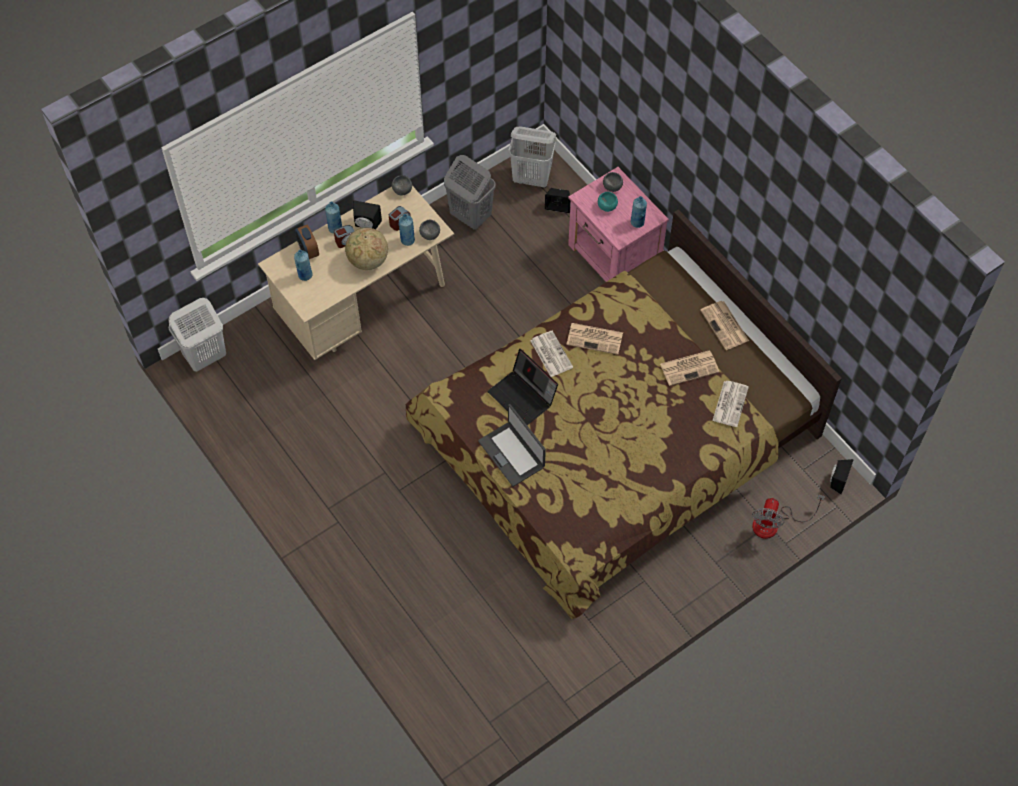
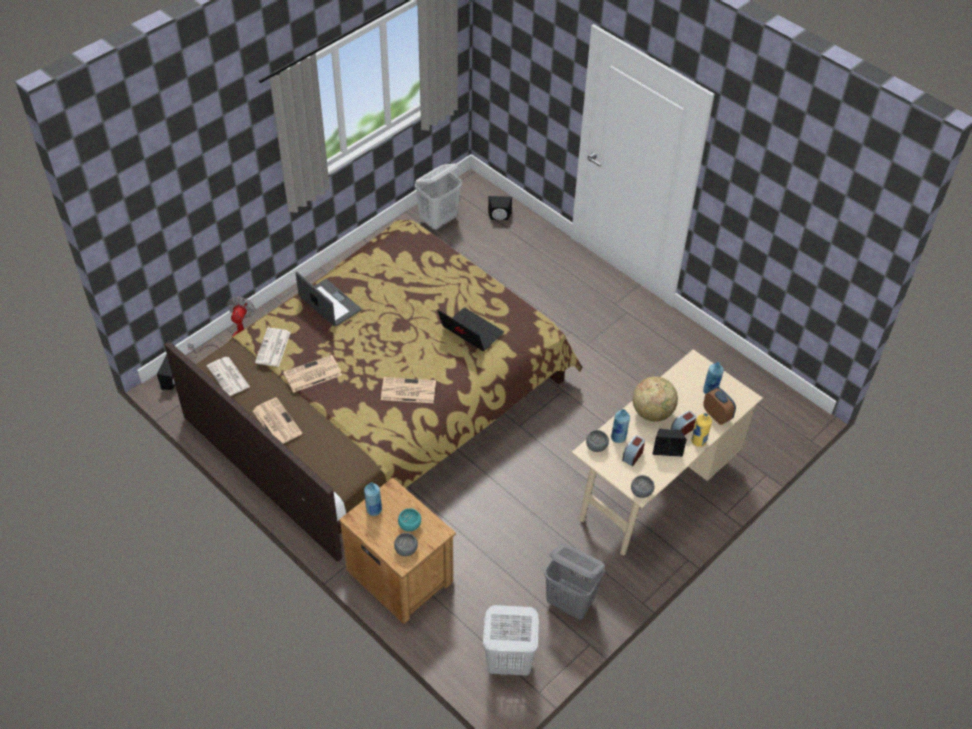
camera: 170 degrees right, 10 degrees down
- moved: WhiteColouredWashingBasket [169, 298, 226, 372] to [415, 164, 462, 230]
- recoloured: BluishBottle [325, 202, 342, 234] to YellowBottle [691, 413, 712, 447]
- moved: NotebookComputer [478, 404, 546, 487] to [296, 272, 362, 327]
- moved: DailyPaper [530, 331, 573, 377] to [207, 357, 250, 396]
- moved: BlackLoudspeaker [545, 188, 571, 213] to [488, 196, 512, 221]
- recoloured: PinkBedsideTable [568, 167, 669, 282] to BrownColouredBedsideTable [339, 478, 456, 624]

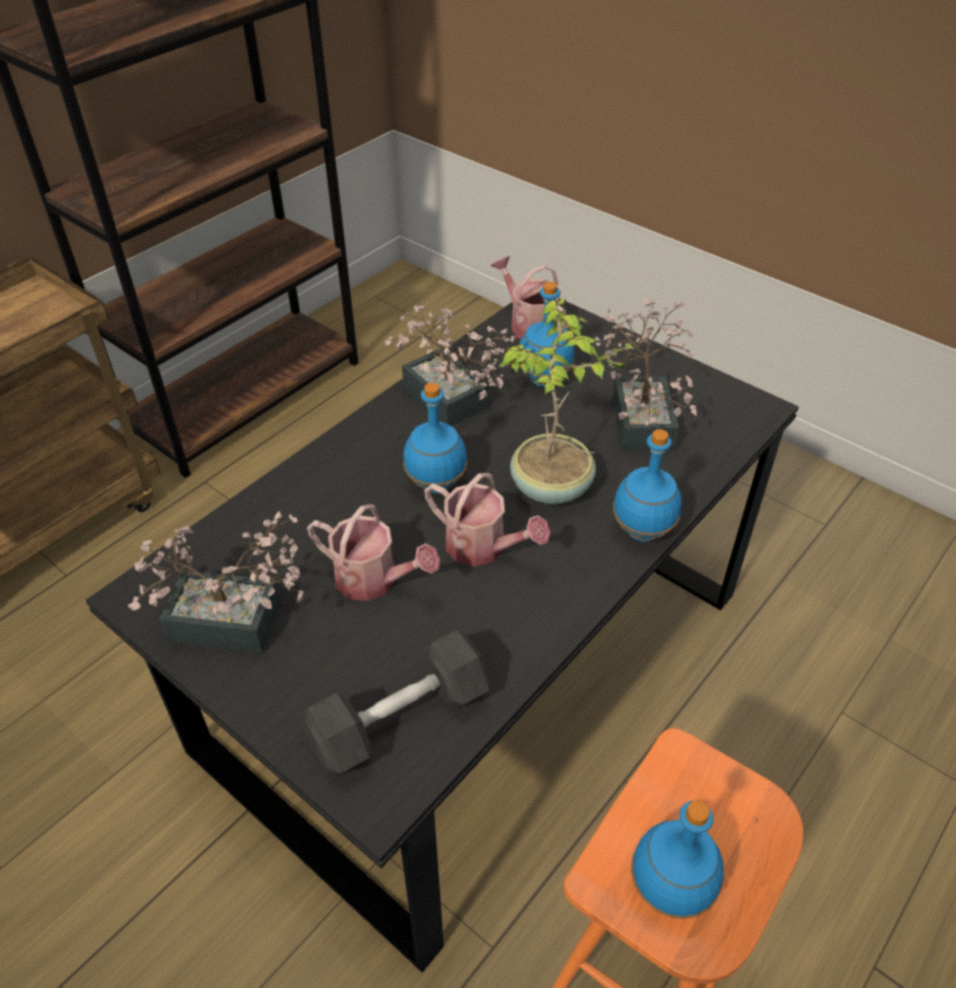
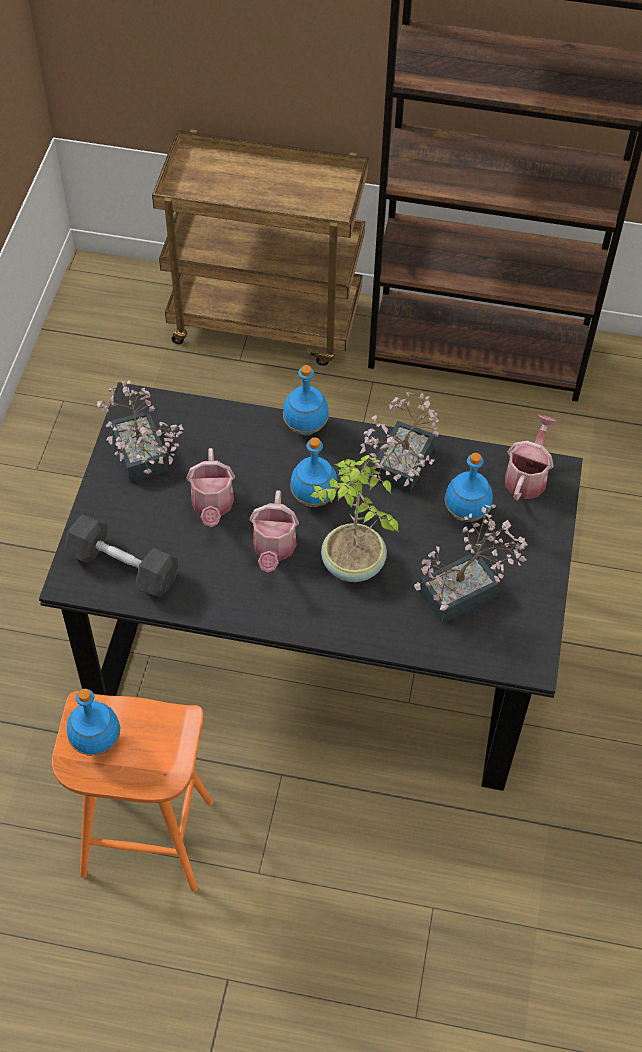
camera: 60 degrees right, 10 degrees up
- moved: BluishBottle [613, 429, 681, 542] to [283, 365, 329, 436]

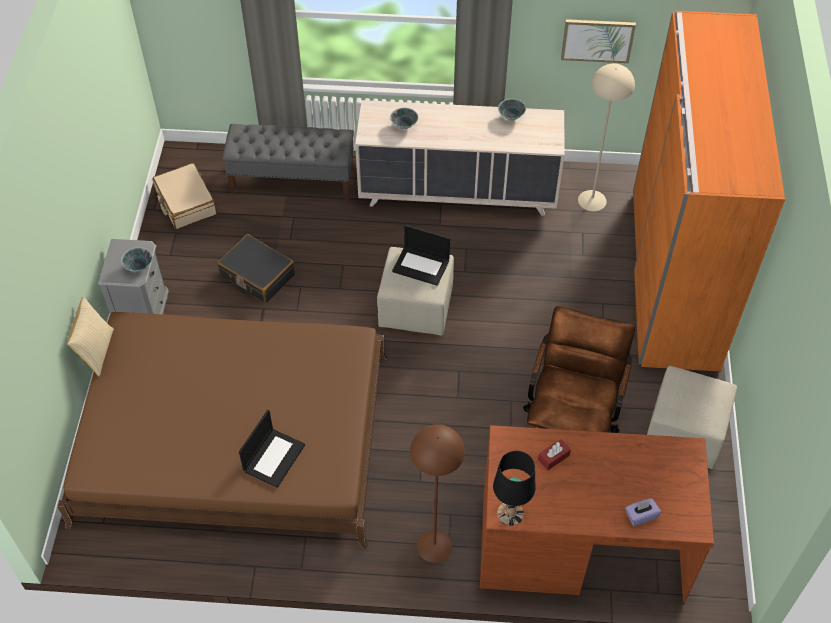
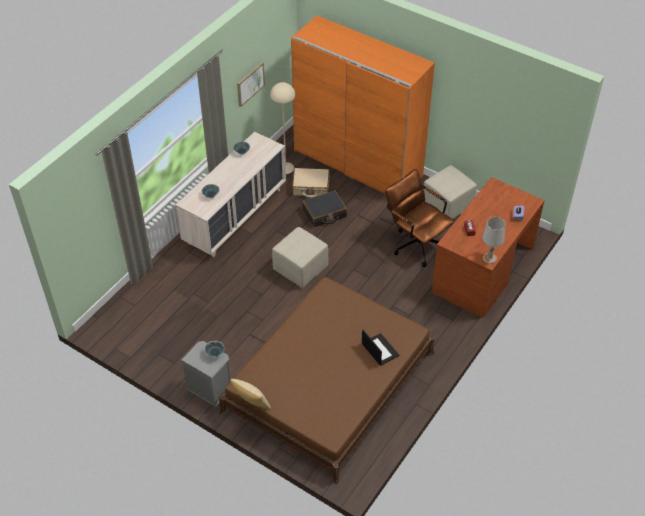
camera: 60 degrees left, 5 degrees down
- moved: SandColouredSuitcase [152, 163, 217, 229] to [292, 168, 330, 198]
- moved: BlackSuitcase [217, 234, 295, 303] to [302, 190, 347, 227]
- removed: GreyIndoorBench [222, 124, 354, 199]
- removed: NotebookComputer [392, 225, 450, 286]
- removed: BrownColouredStandardLamp [410, 424, 465, 563]
- recoloured: BlackTabletopLamp [493, 451, 535, 526] to WhiteColouredTabletopLamp [482, 217, 505, 264]

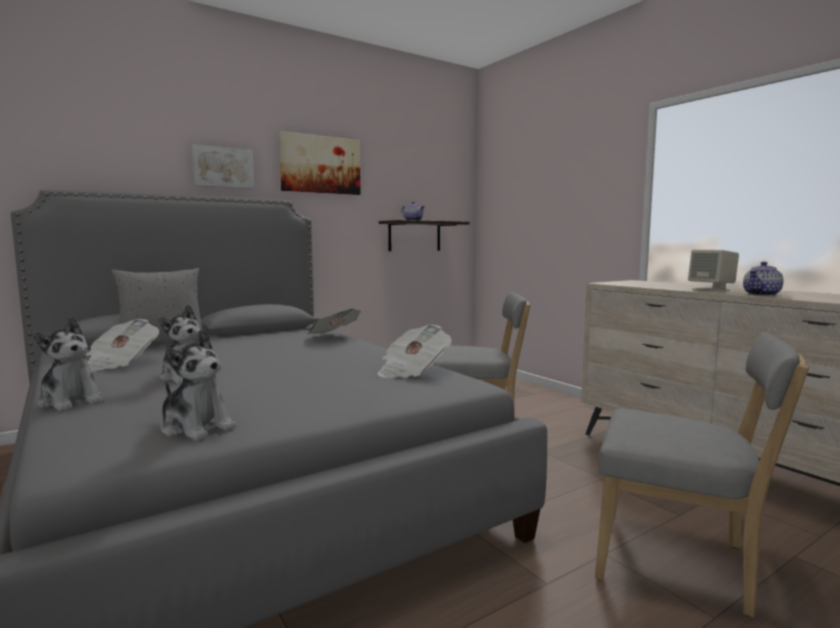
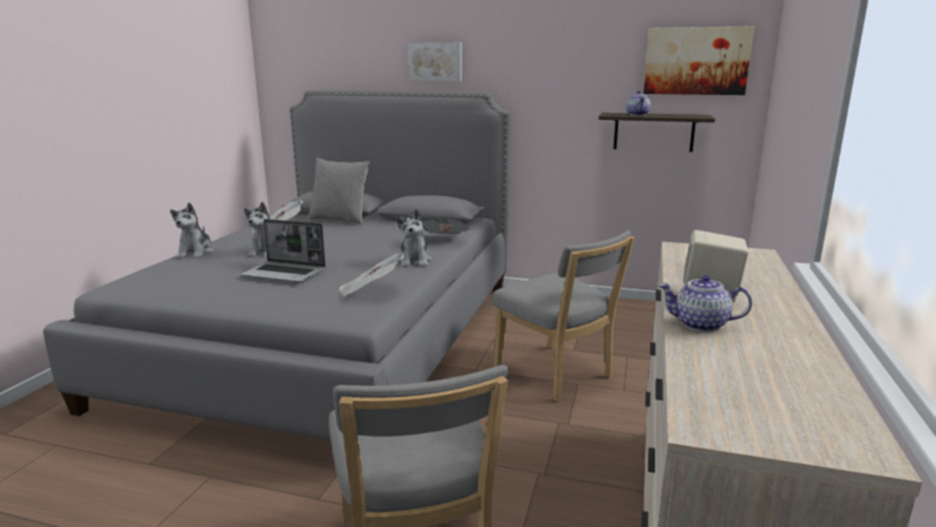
camera: 50 degrees right, 10 degrees up
- moved: CuddlyToy [160, 329, 236, 441] to [395, 209, 432, 267]
- moved: WallPicture [279, 131, 361, 195] to [644, 26, 754, 95]
- added: NotebookComputer [241, 219, 326, 283]

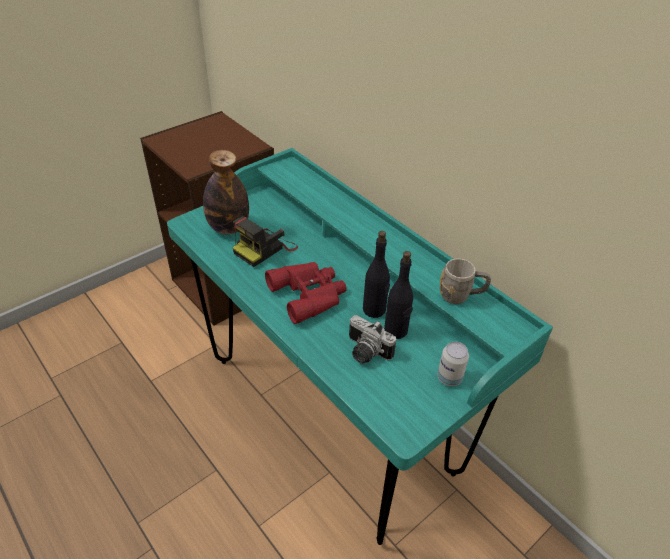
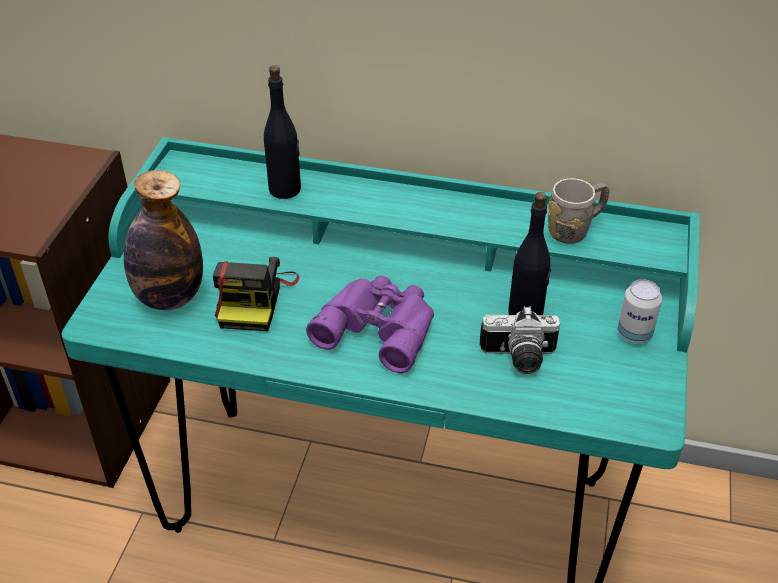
camera: 35 degrees left, 0 degrees up
- recoloured: RedFieldGlasses [265, 262, 347, 324] to PurpleColouredFieldGlasses [306, 276, 434, 373]
- moved: BlackBottle [363, 231, 390, 318] to [264, 65, 301, 199]

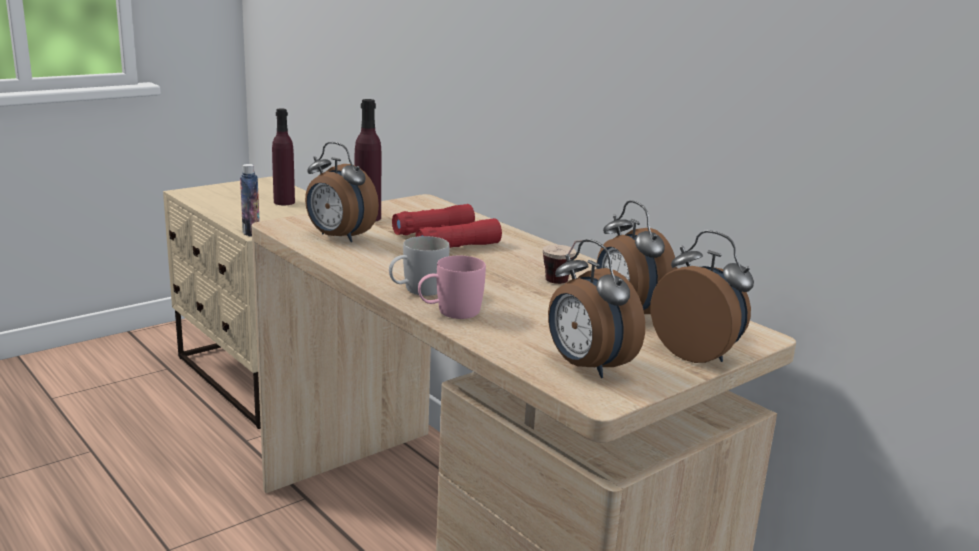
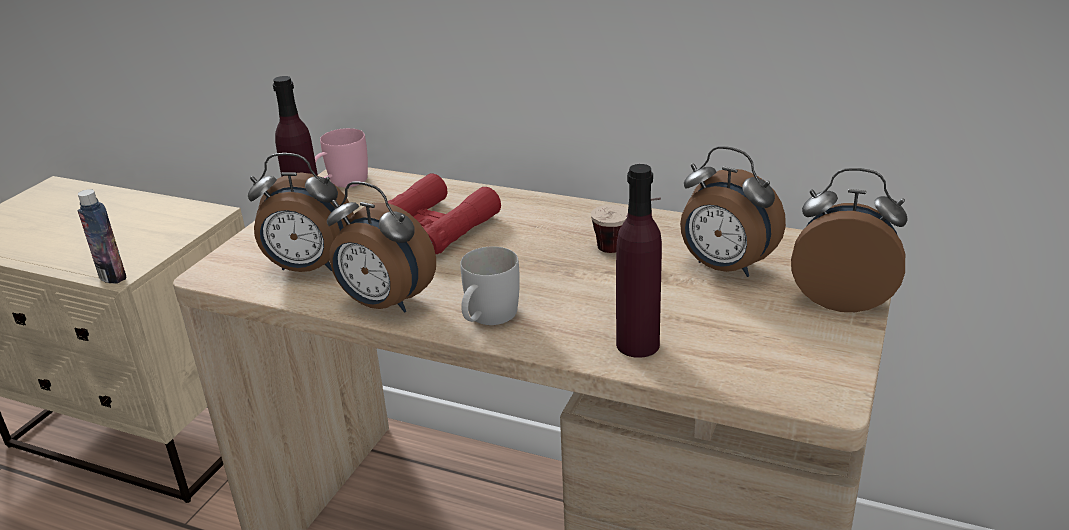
camera: 25 degrees left, 10 degrees up
- moved: PurpleColouredBottle [272, 108, 295, 205] to [616, 164, 662, 358]
- moved: PinkMug [418, 256, 486, 319] to [315, 128, 368, 187]
- moved: BedsideClock [548, 239, 645, 378] to [327, 182, 436, 313]

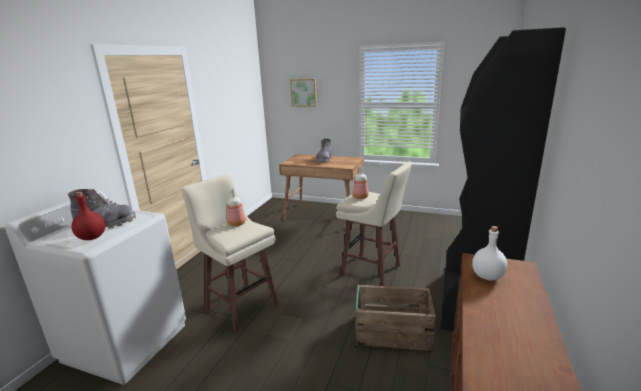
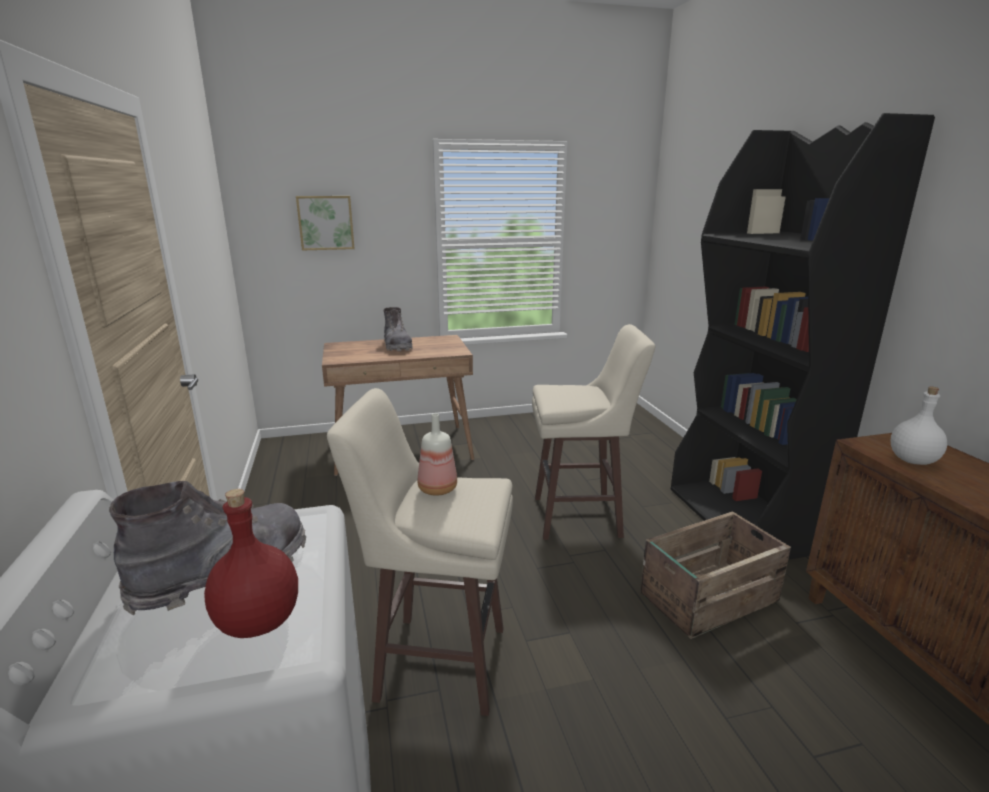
camera: 35 degrees left, 0 degrees up
- removed: Bottle [353, 166, 369, 199]

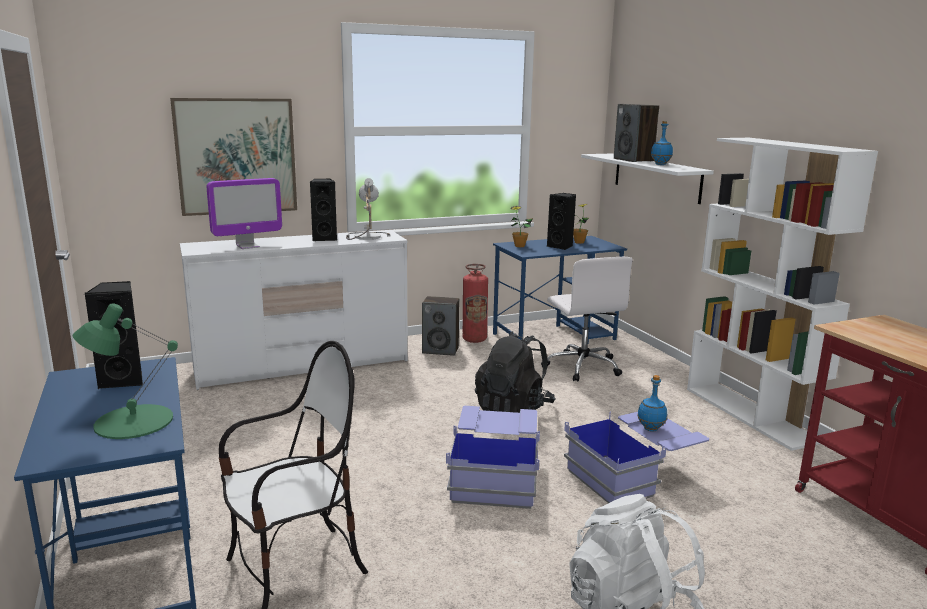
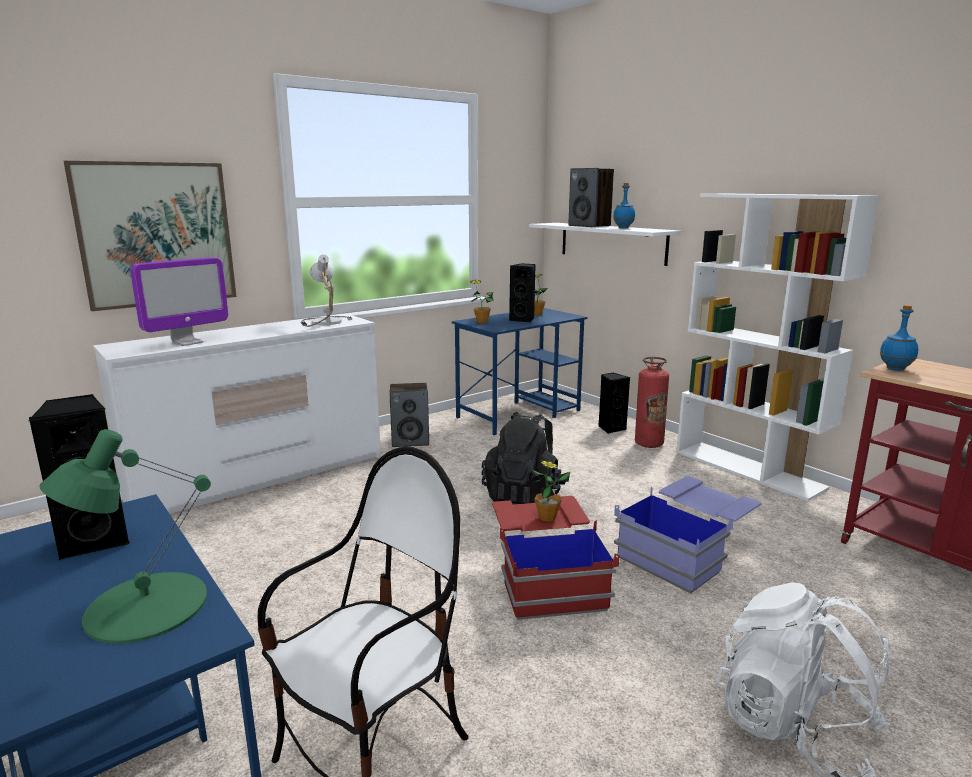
camera: 15 degrees left, 0 degrees up
- moved: BlackLoudspeaker [310, 179, 337, 241] to [598, 373, 630, 433]
- recoloured: BluishStorageBox [446, 406, 540, 509] to RedStorageBox [492, 496, 620, 620]
- moved: FireExtinguisher [463, 264, 488, 343] to [635, 357, 669, 448]
- removed: WhiteColouredOfficeChair [541, 257, 633, 382]
- moved: BluishBottle [637, 375, 667, 431] to [880, 305, 918, 371]
- added: PlantInAPot [533, 460, 570, 522]

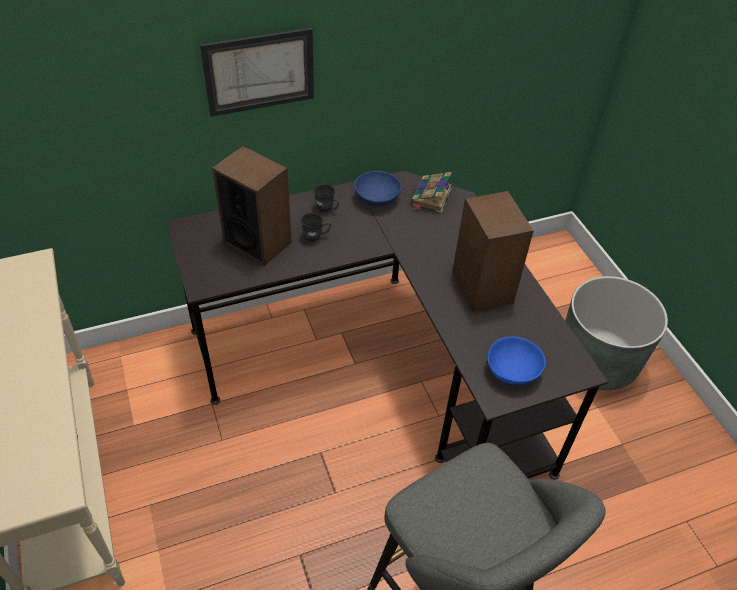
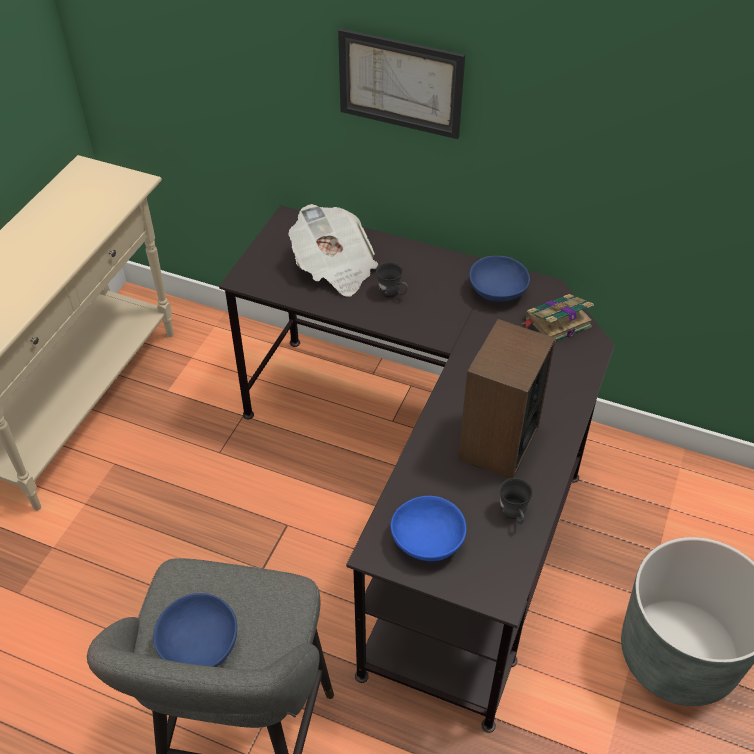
camera: 45 degrees right, 0 degrees up
- replaced: Loudspeaker [212, 146, 292, 266] to DailyPaper [288, 204, 378, 296]
- moved: GreyMug [314, 184, 339, 212] to [500, 478, 533, 524]
- added: BluishServingBowl [153, 593, 237, 667]

